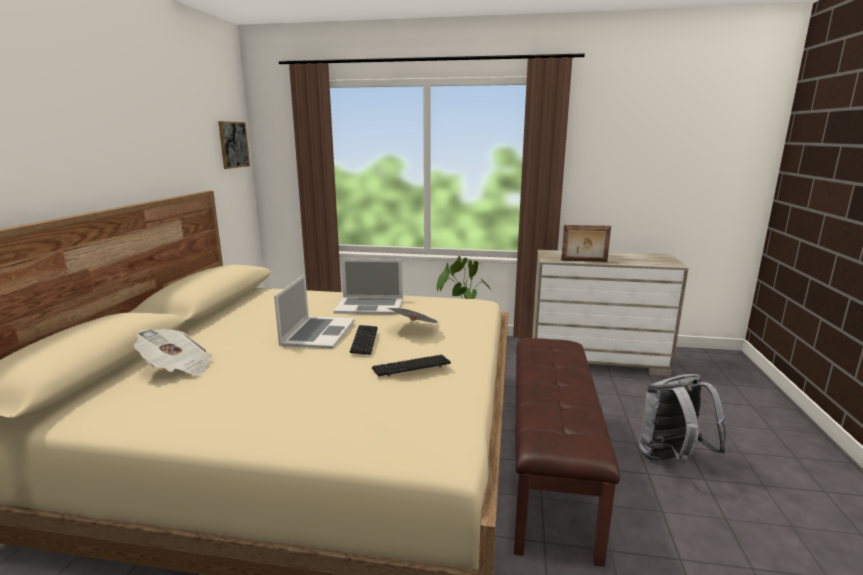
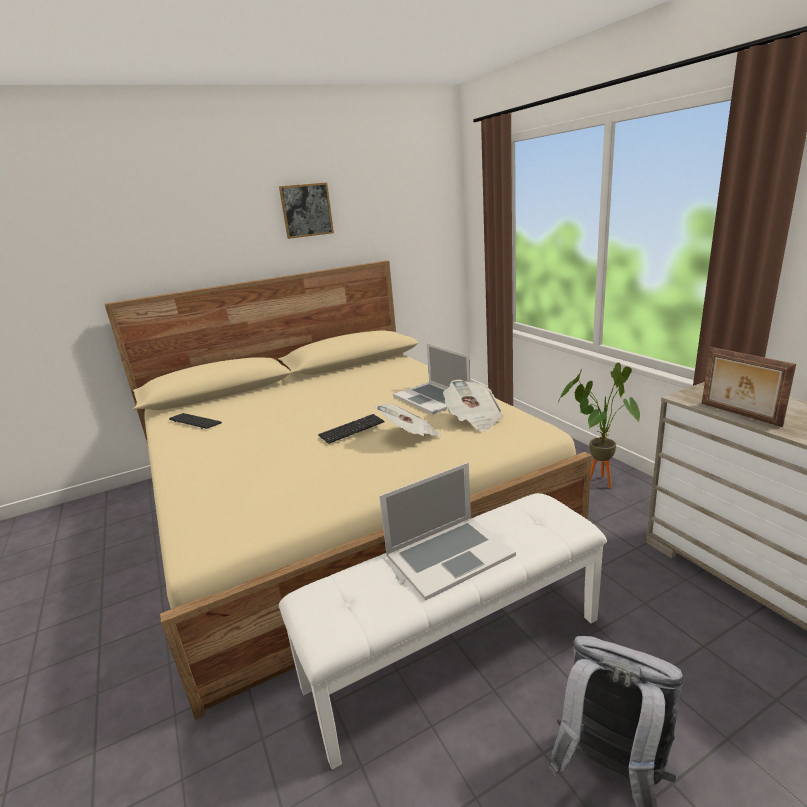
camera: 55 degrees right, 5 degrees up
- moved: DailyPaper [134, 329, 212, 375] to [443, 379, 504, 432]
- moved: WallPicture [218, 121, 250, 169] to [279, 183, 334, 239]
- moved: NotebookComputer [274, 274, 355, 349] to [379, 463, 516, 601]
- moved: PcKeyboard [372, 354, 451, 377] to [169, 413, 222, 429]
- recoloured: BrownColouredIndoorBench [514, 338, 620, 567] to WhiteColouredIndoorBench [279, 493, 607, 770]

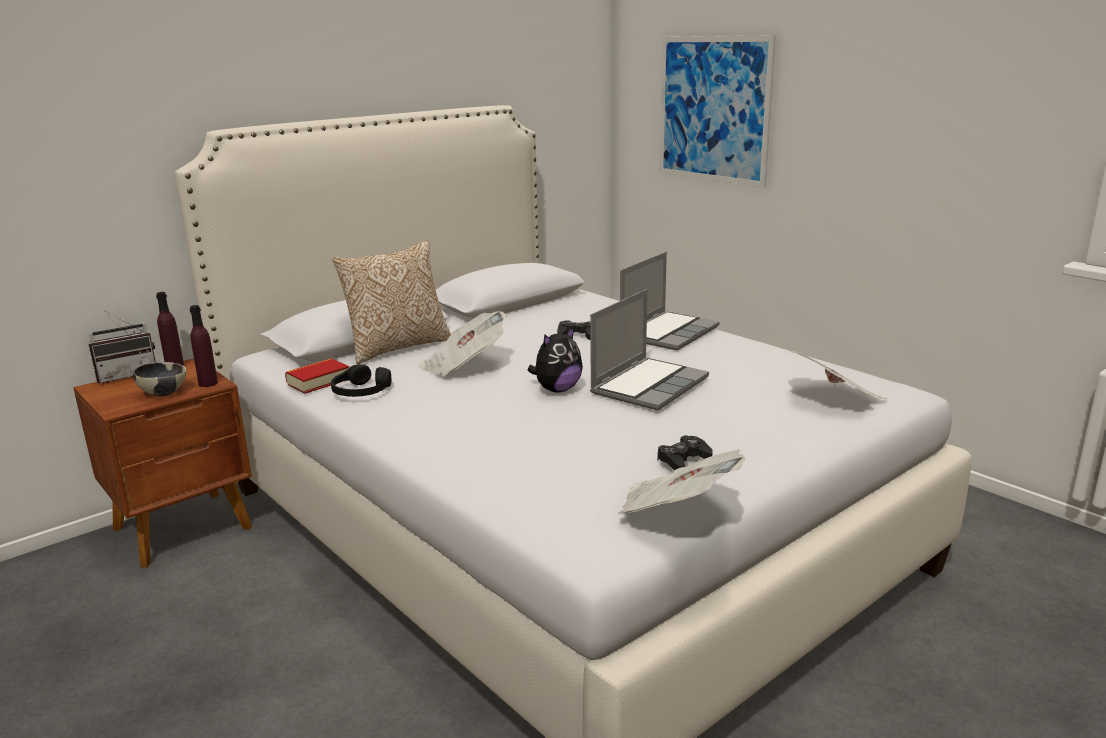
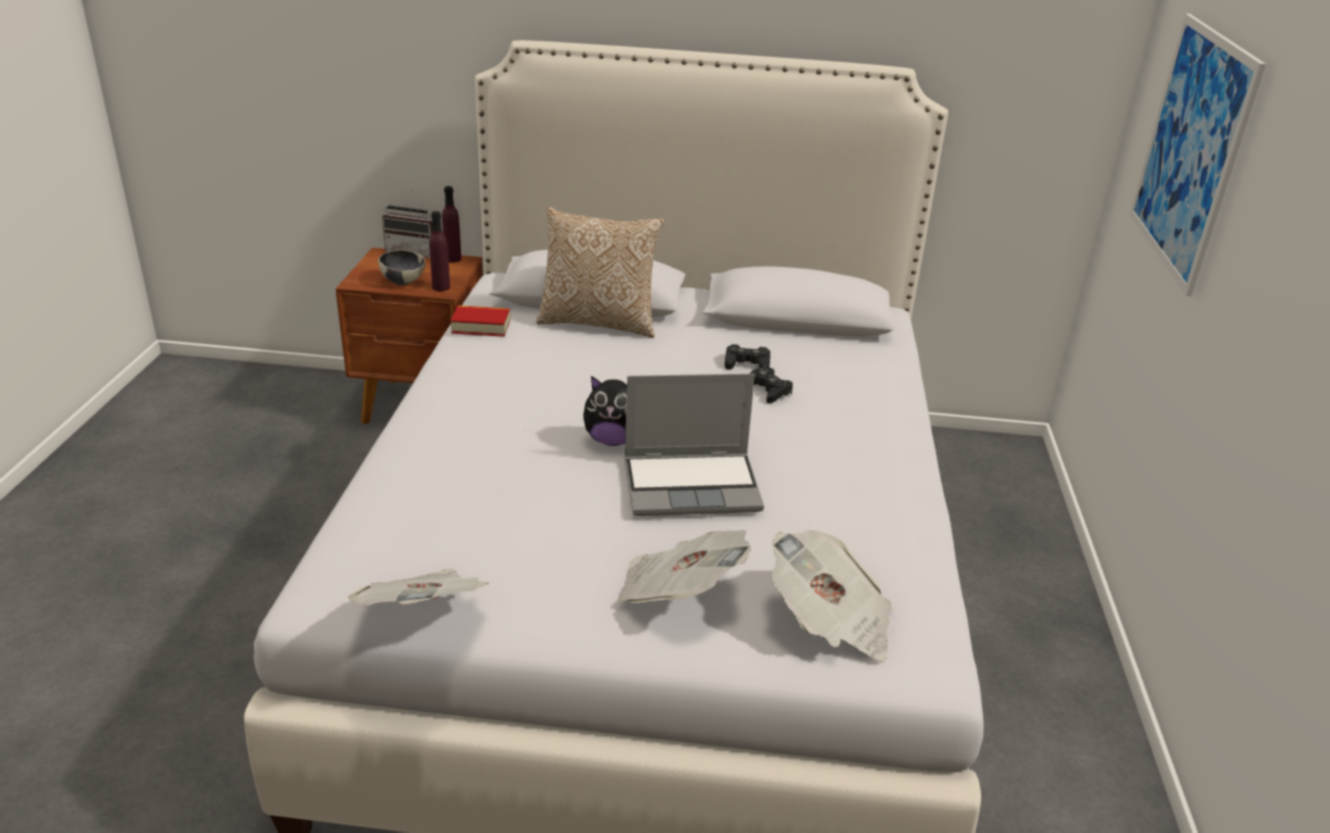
camera: 45 degrees right, 10 degrees up
- removed: BlackHeadphones [331, 364, 391, 397]
- moved: DailyPaper [419, 311, 507, 376] to [618, 530, 751, 603]
- removed: NotebookComputer [620, 252, 720, 351]
- moved: BlackJoypad [657, 435, 713, 470] to [725, 344, 770, 370]

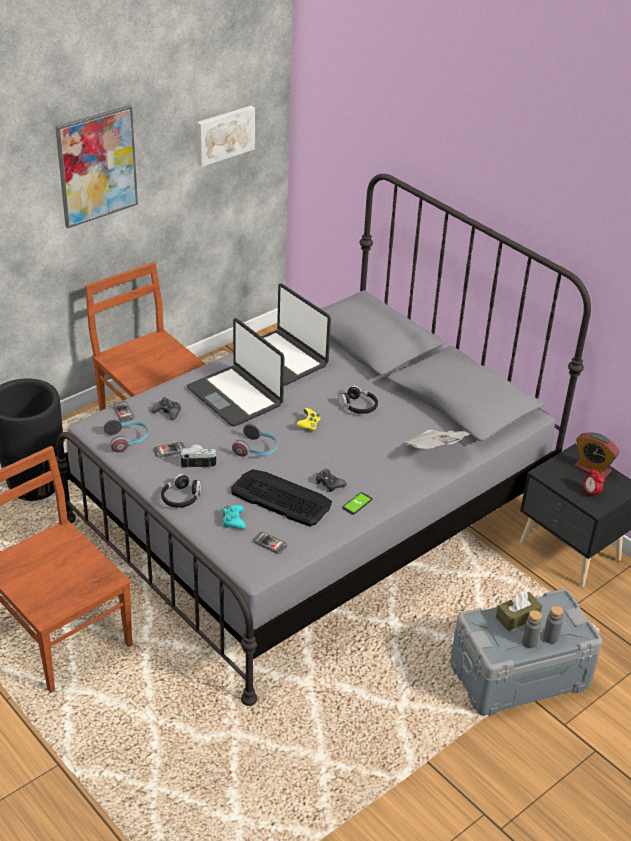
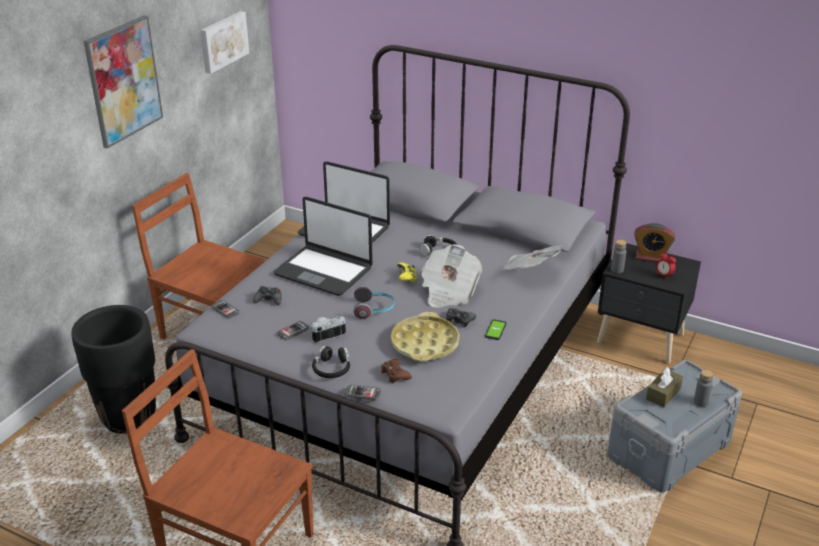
camera: 20 degrees left, 5 degrees down
- removed: Headphones [104, 419, 148, 452]
- recoloured: TurquoiseJoypad [222, 505, 246, 529] to BrownColouredJoypad [381, 359, 412, 383]
- replaced: PcKeyboard [231, 469, 332, 527] to YellowServingTray [391, 312, 459, 362]
- moved: Handset [253, 532, 287, 554] to [345, 385, 381, 401]
- moved: GreyBottle [522, 610, 542, 648] to [611, 240, 626, 273]
- added: DailyPaper [421, 244, 482, 308]

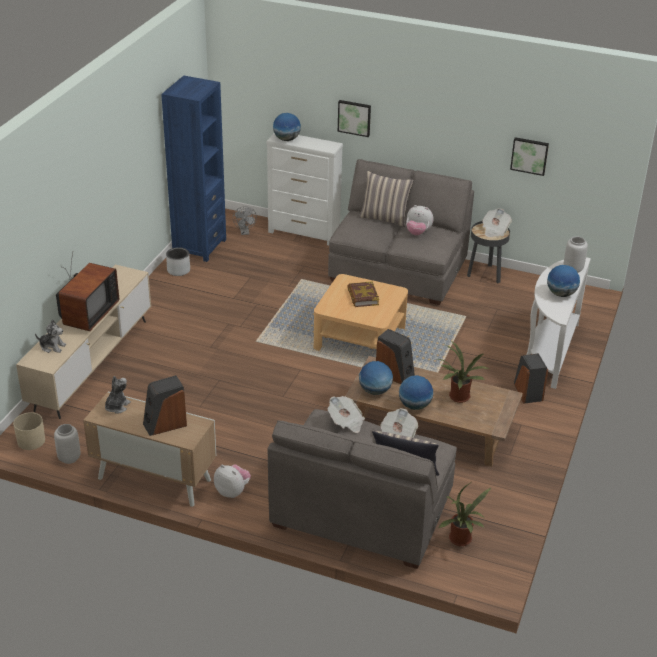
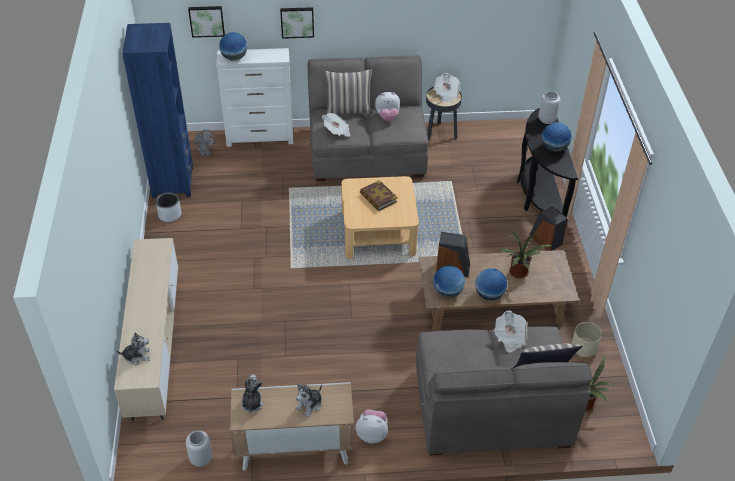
camera: 25 degrees left, 10 degrees up
- moved: SandColouredFlowerPot [13, 412, 45, 450] to [572, 322, 602, 357]
- removed: TvSet [56, 253, 119, 331]
- replaced: Loudspeaker [143, 375, 187, 436] to CuddlyToy [296, 383, 322, 417]
- moved: DailyPaper [328, 396, 365, 433] to [322, 113, 350, 137]
- moved: WallPicture [510, 137, 549, 176] to [188, 6, 225, 38]
- recoloured: WhiteColouredHallTable [526, 257, 591, 389] to BlackHallTable [517, 107, 578, 217]

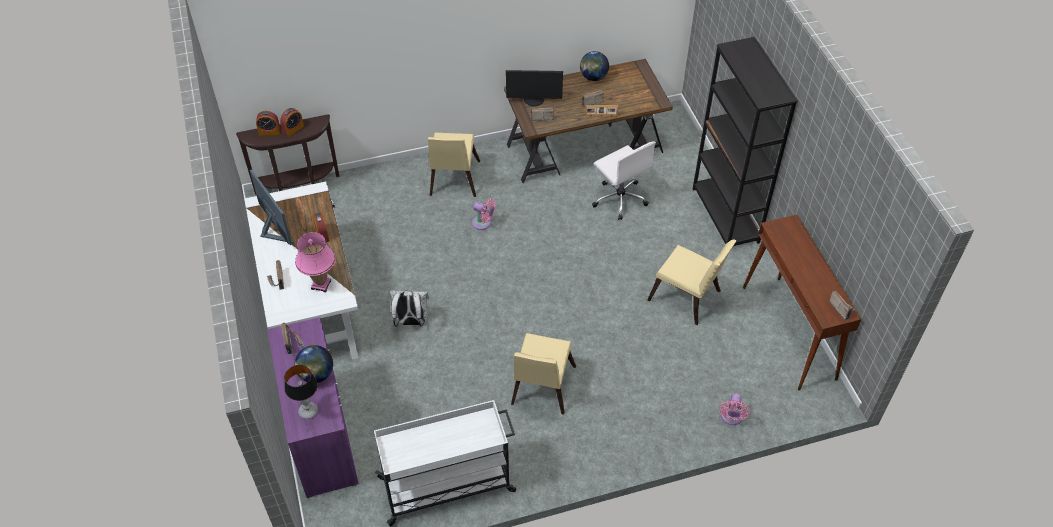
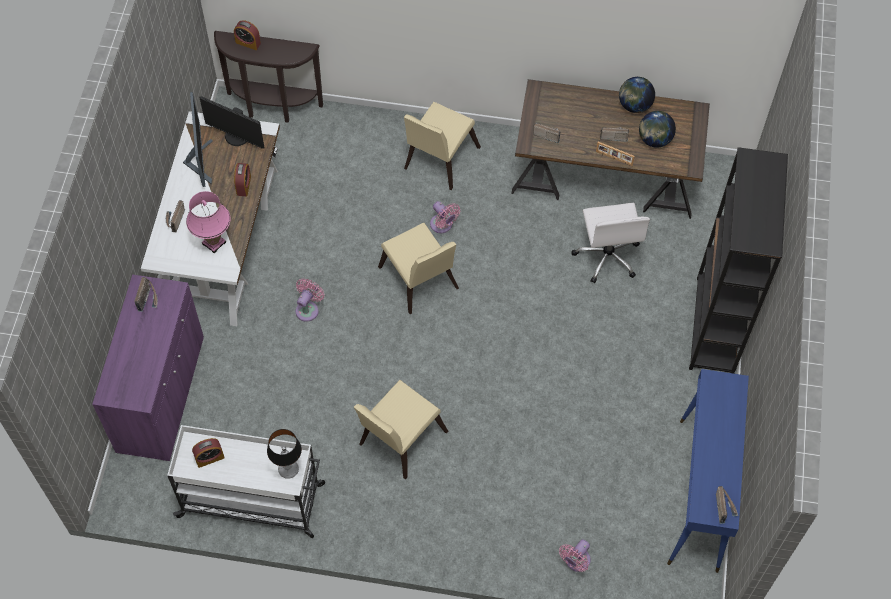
camera: 25 degrees right, 10 degrees up
- moved: BedsideClock [280, 108, 304, 137] to [192, 438, 225, 468]
- moved: TabletopLamp [284, 365, 318, 419] to [267, 429, 302, 479]
- moved: Globe [294, 345, 333, 383] to [639, 111, 676, 148]
- replaced: WhiteColouredKnapsack [389, 290, 429, 327] to PinkFan [296, 278, 324, 322]
- moved: ComputerScreen [506, 70, 563, 106] to [200, 96, 264, 149]
- moved: SandColouredPlainChair [647, 239, 737, 325] to [378, 223, 459, 314]
- recoloured: BrownColouredHallTable [743, 215, 861, 390] to BluishHallTable [667, 369, 749, 573]

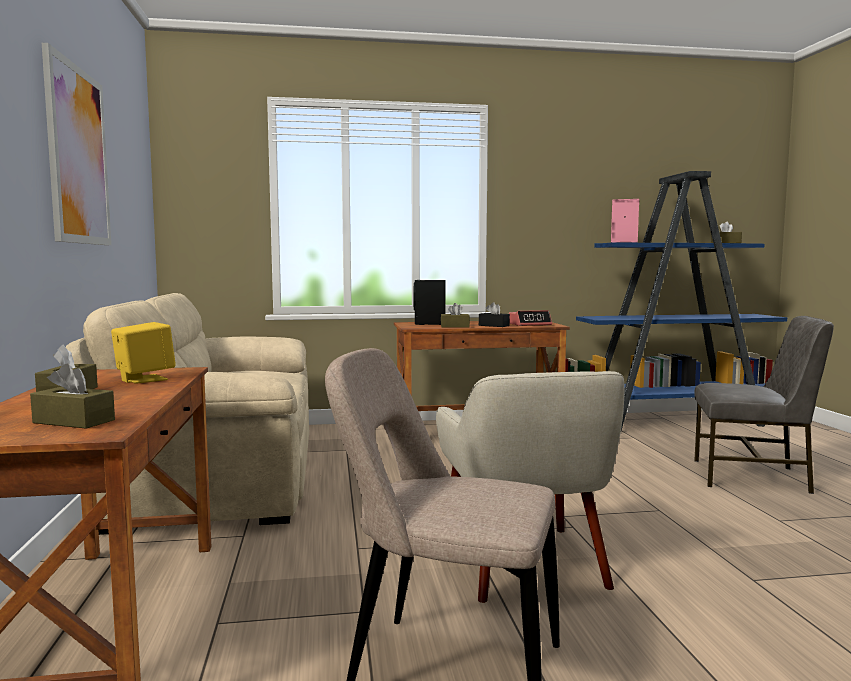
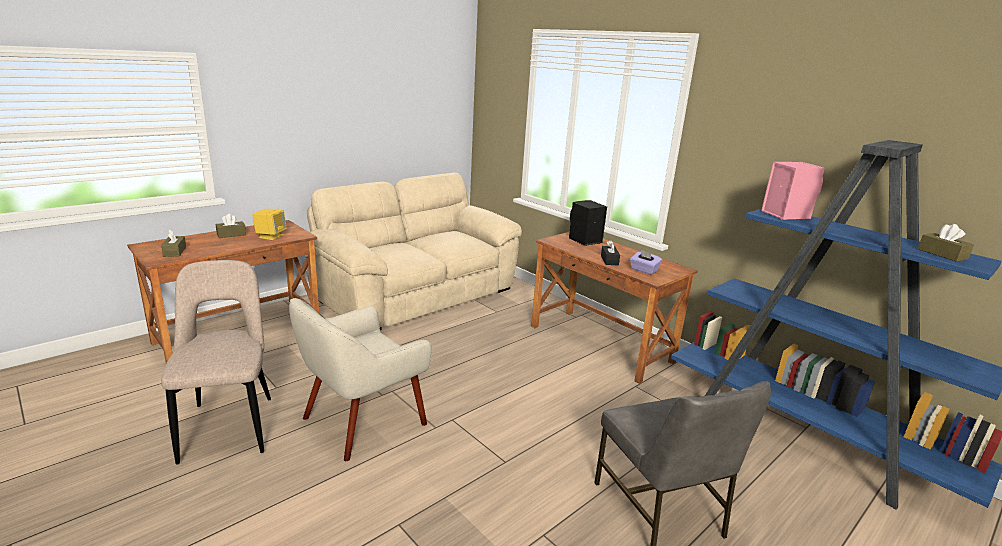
camera: 55 degrees right, 15 degrees up
- removed: WallPicture [42, 43, 111, 245]
- removed: BrownColouredTissueBox [441, 303, 470, 328]
- replaced: BedsideClock [509, 310, 552, 326] to PurpleColouredTissueBox [630, 250, 662, 275]

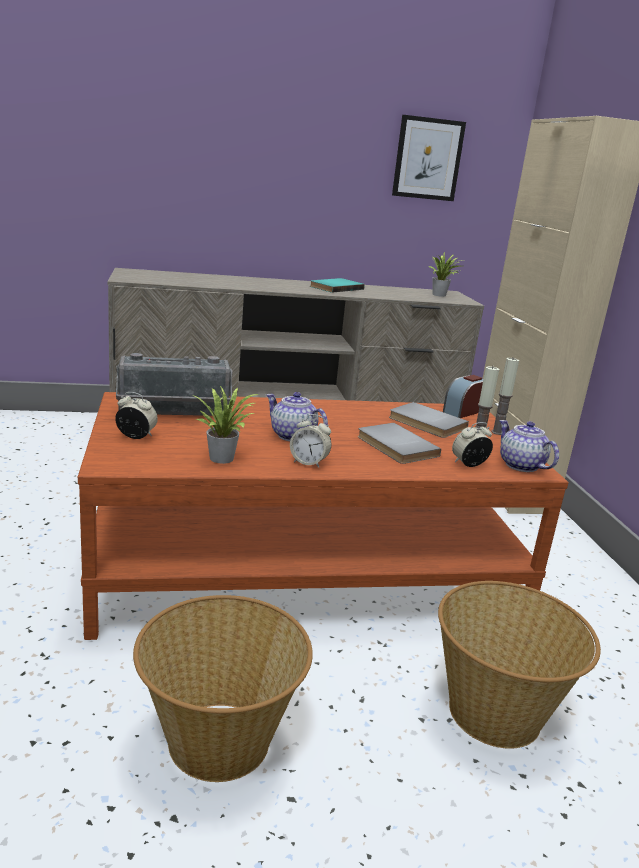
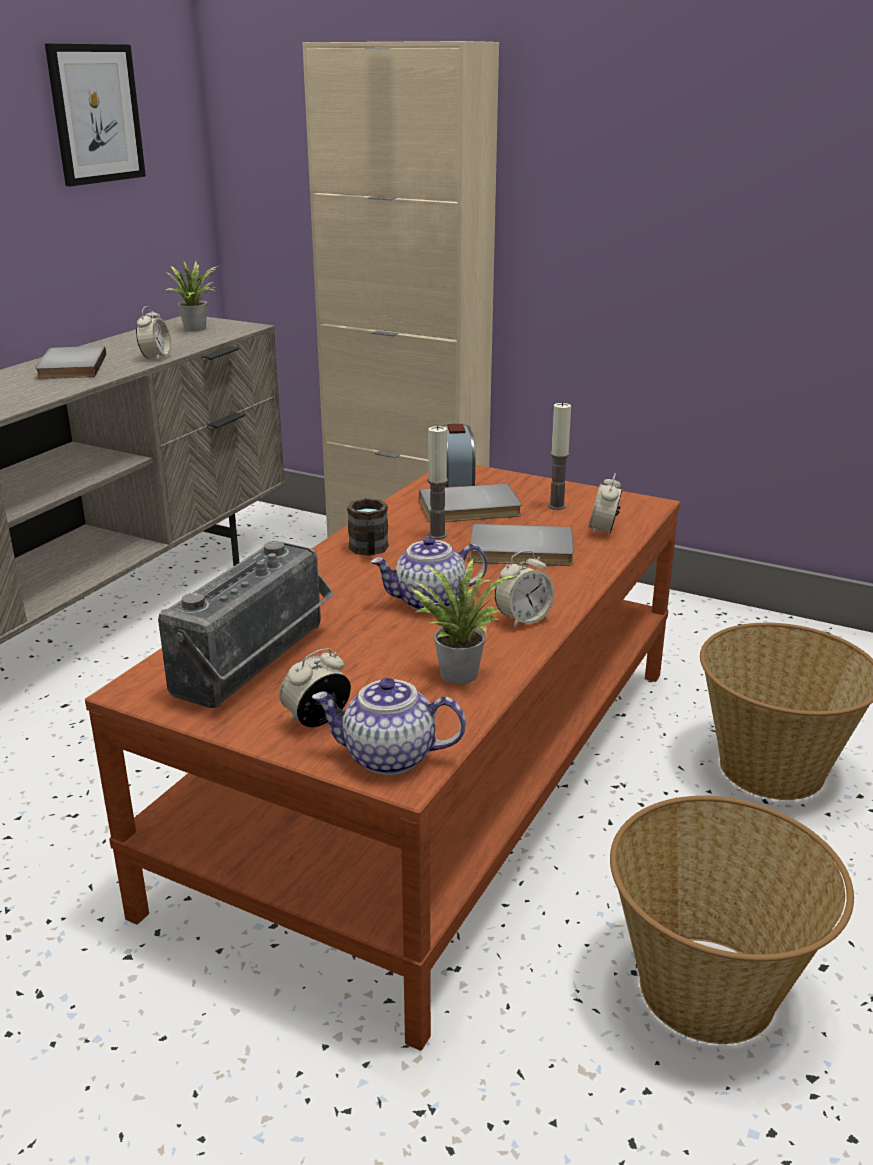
camera: 50 degrees left, 5 degrees up
- recoloured: TurquoiseBook [310, 278, 365, 293] to GreyBook [35, 346, 106, 379]
- moved: WaxCandle [491, 357, 519, 435] to [427, 425, 448, 539]
- moved: TeaPot [499, 420, 559, 472] to [312, 678, 466, 775]
- added: BedsideClock [136, 306, 171, 361]
- added: BrownColouredMug [347, 498, 389, 556]

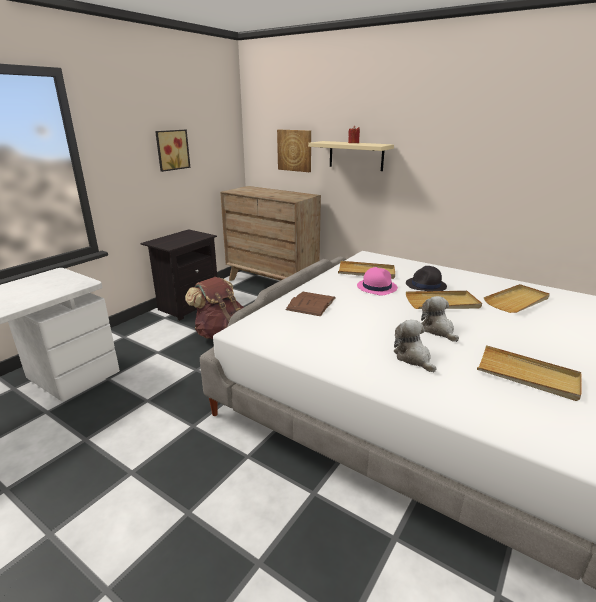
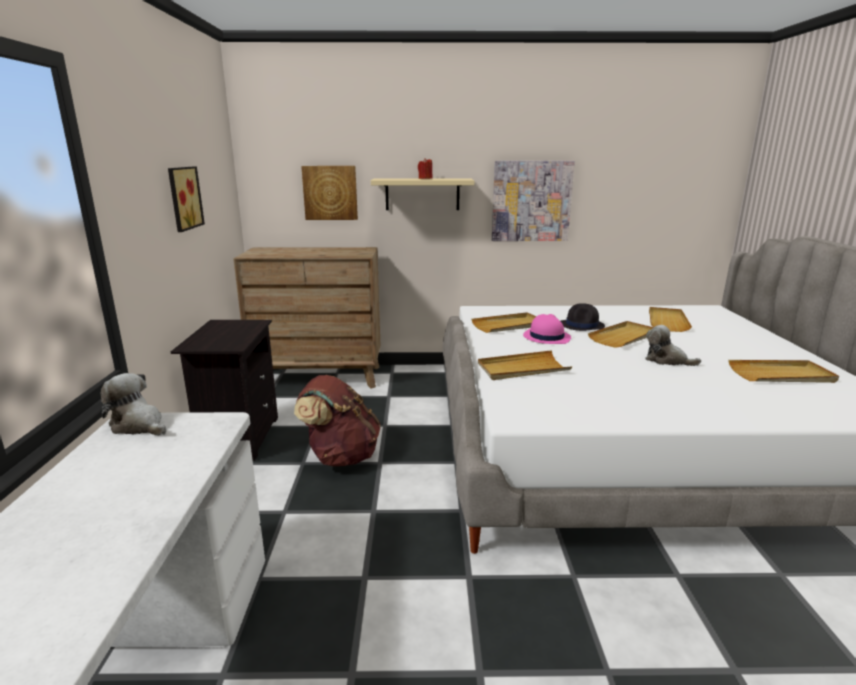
camera: 35 degrees left, 5 degrees down
- replaced: BrownColouredBook [286, 292, 335, 316] to SandColouredServingTray [478, 350, 572, 380]
- moved: CuddlyToy [394, 320, 436, 372] to [101, 373, 166, 436]
- added: WallPicture [492, 161, 575, 241]

